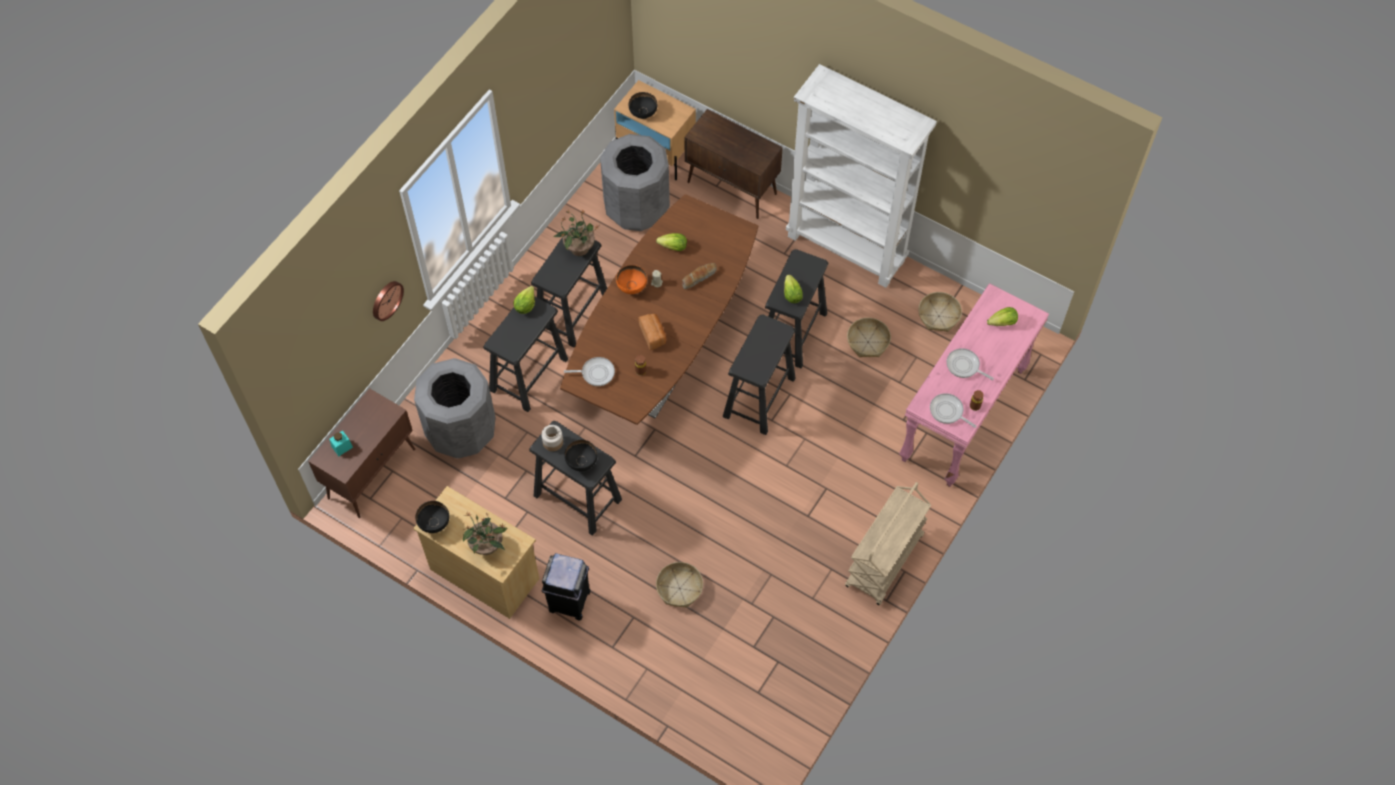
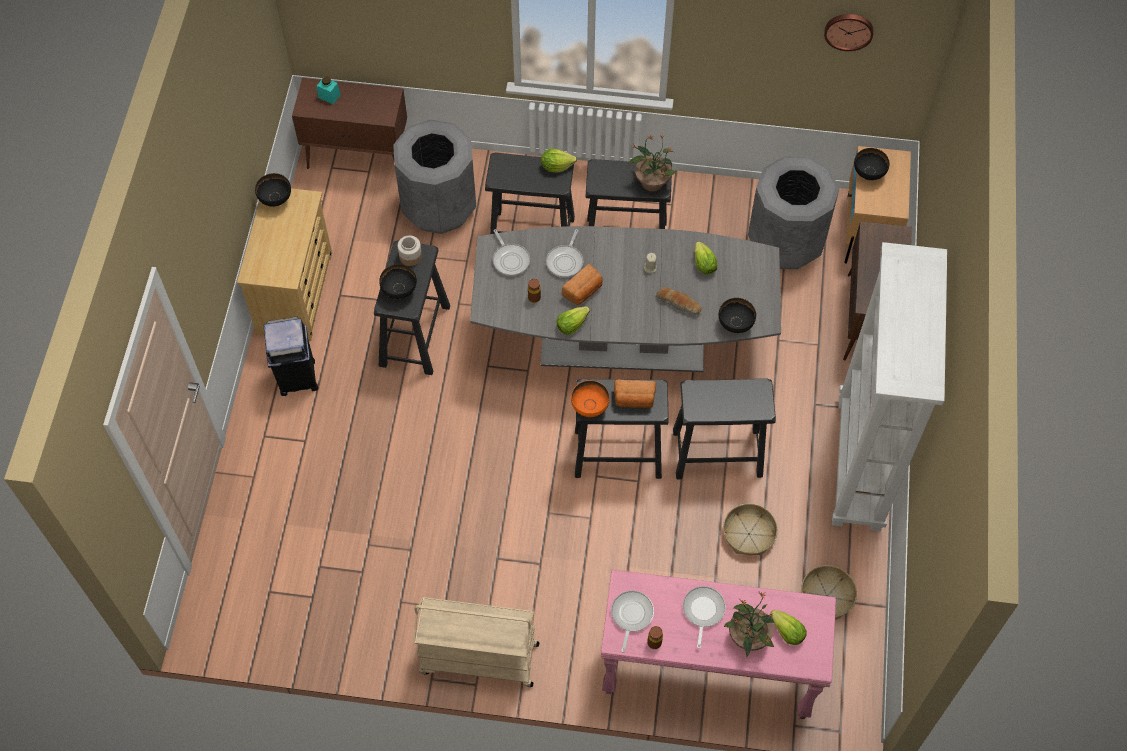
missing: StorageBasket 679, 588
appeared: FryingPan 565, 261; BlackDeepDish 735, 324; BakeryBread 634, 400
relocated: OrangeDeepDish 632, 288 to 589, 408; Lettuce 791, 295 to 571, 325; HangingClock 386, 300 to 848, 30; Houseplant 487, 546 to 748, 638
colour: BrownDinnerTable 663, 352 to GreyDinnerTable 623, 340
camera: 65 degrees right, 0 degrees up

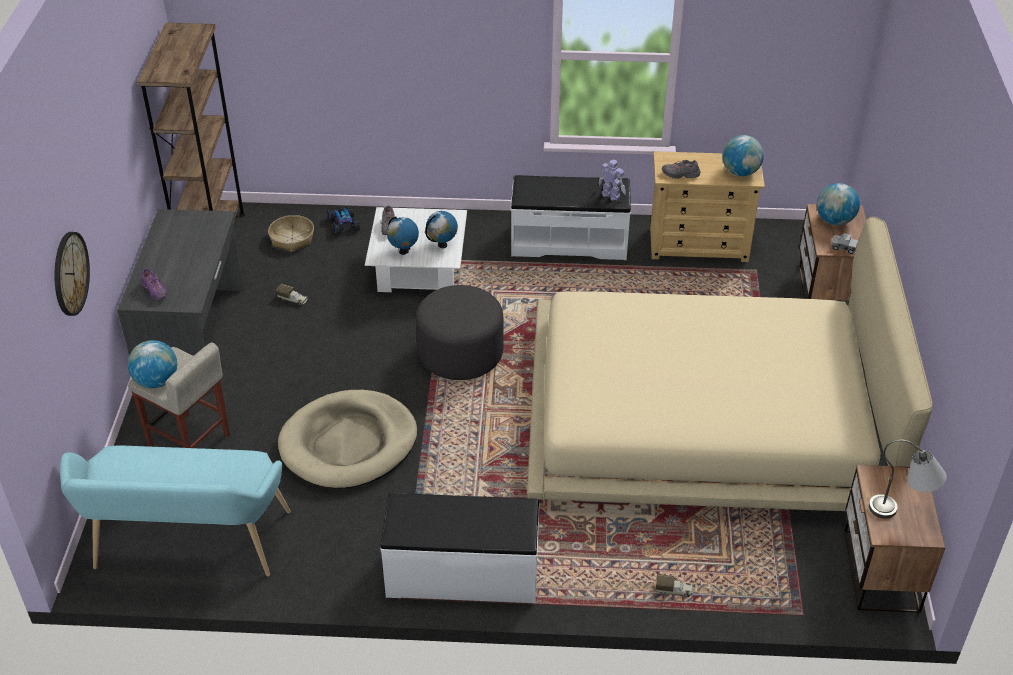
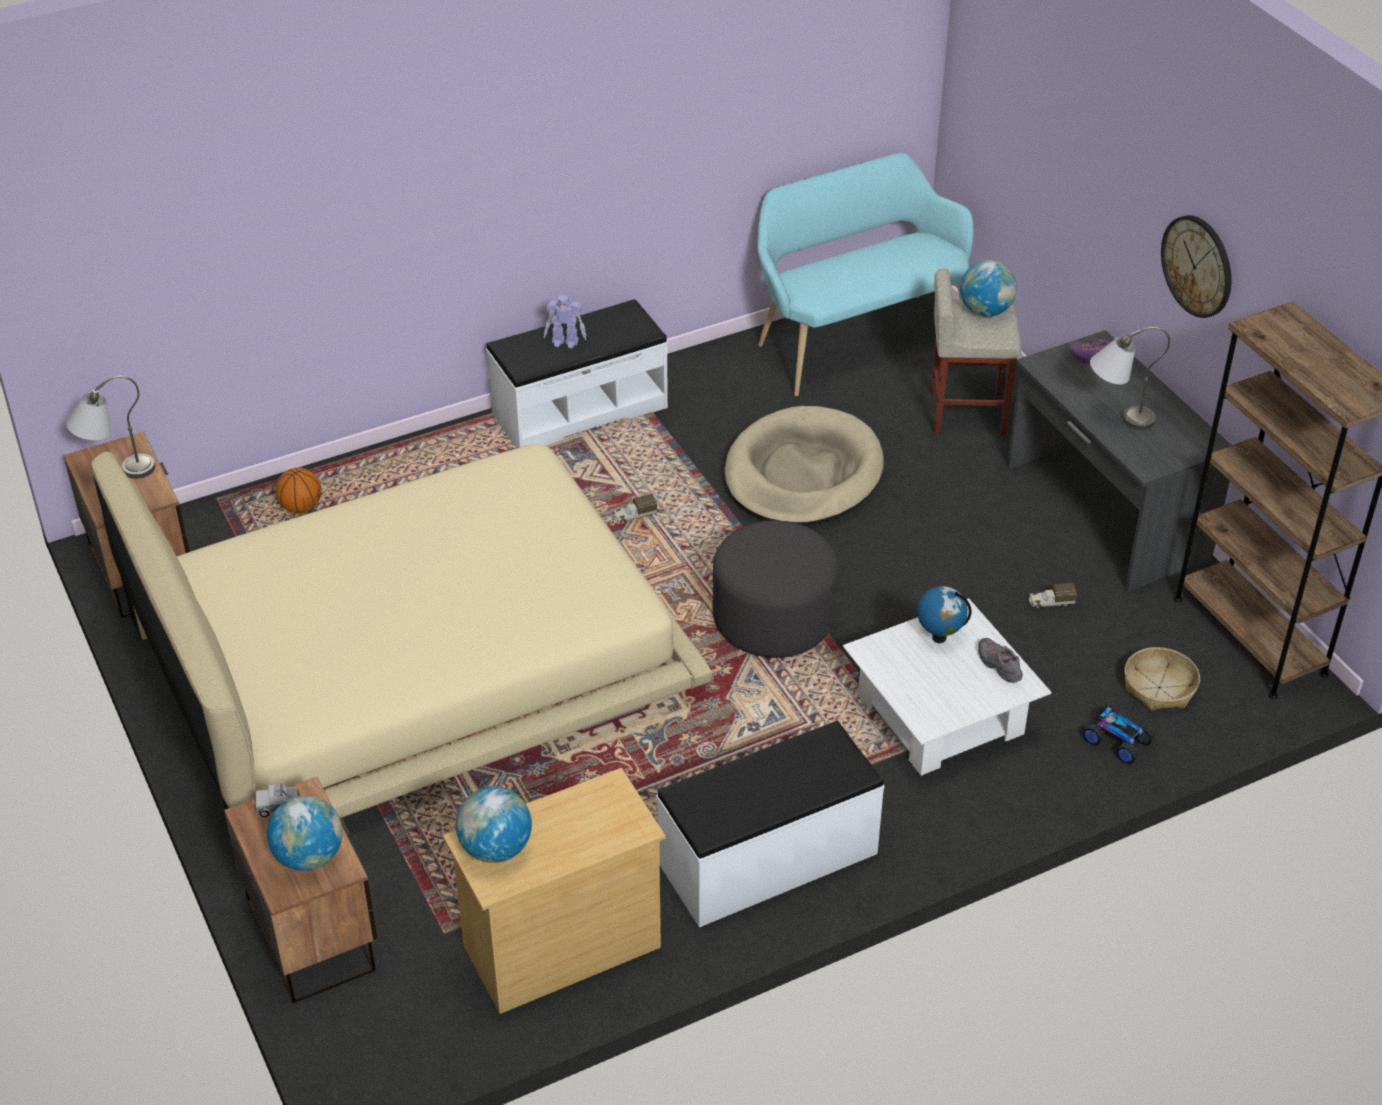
missing: GreyShoe 680, 175; WorldGlobe 442, 245
appeared: GreyTableLamp 1116, 418; Basketball 301, 507
relocated: ToyRobot 610, 195 to 565, 342; HangingClock 70, 273 to 1197, 266; ToyTruck 674, 590 to 634, 516
camera: 150 degrees right, 0 degrees up

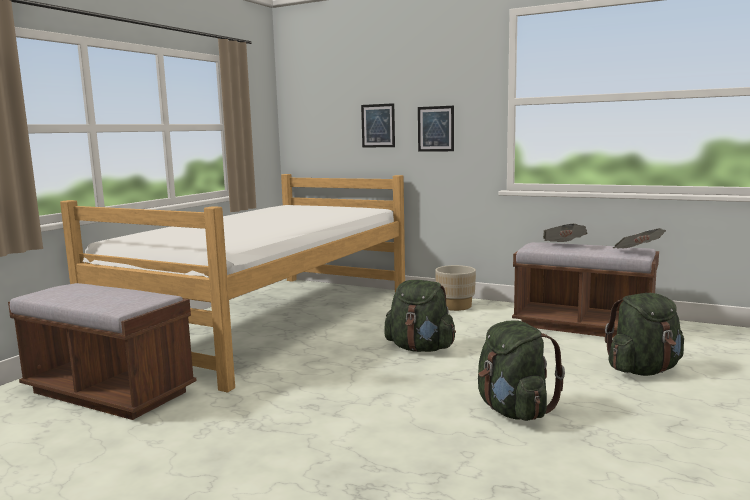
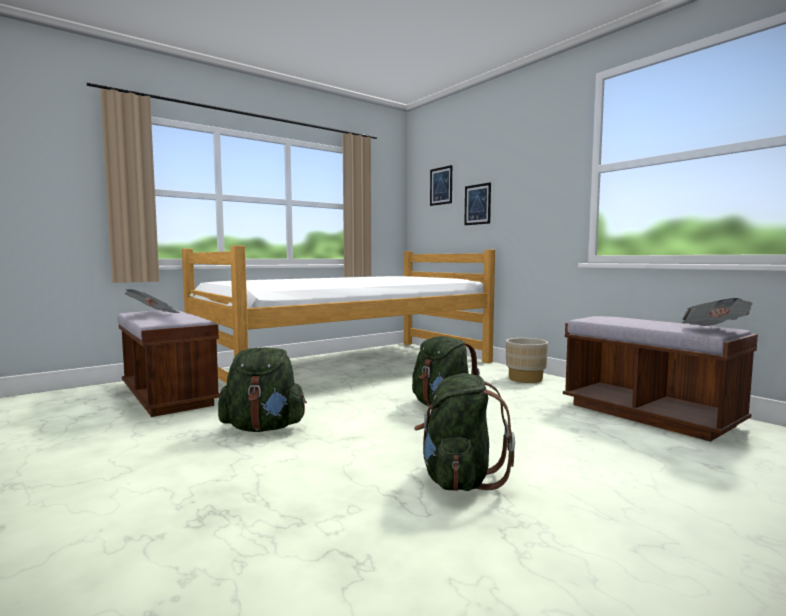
relocated: WallPicture 435, 129 to 441, 186; PrintedPaper 564, 245 to 153, 315; GreenishKnapsack 643, 370 to 264, 428
camera: 25 degrees right, 5 degrees down

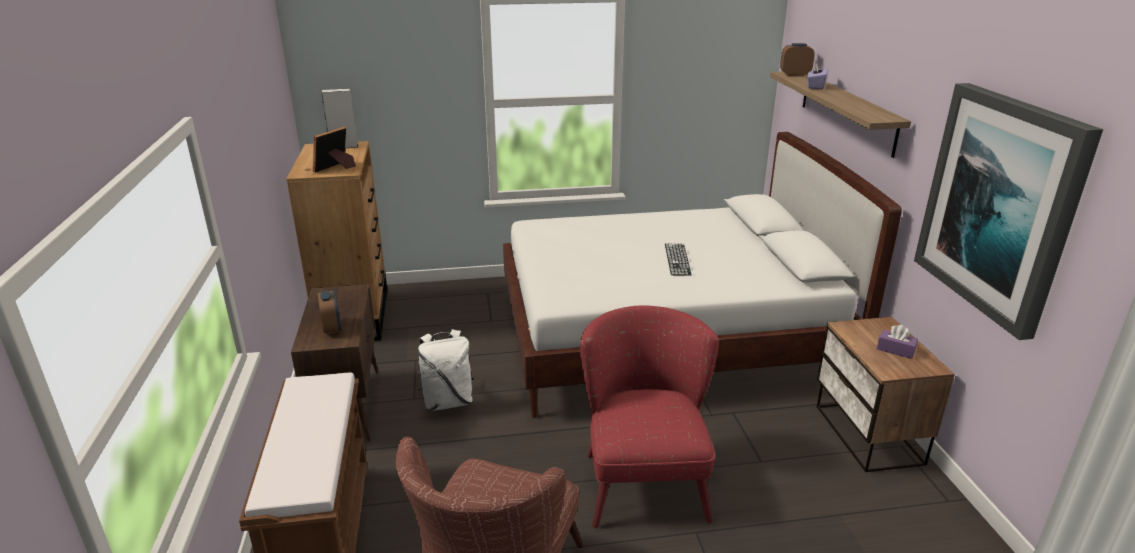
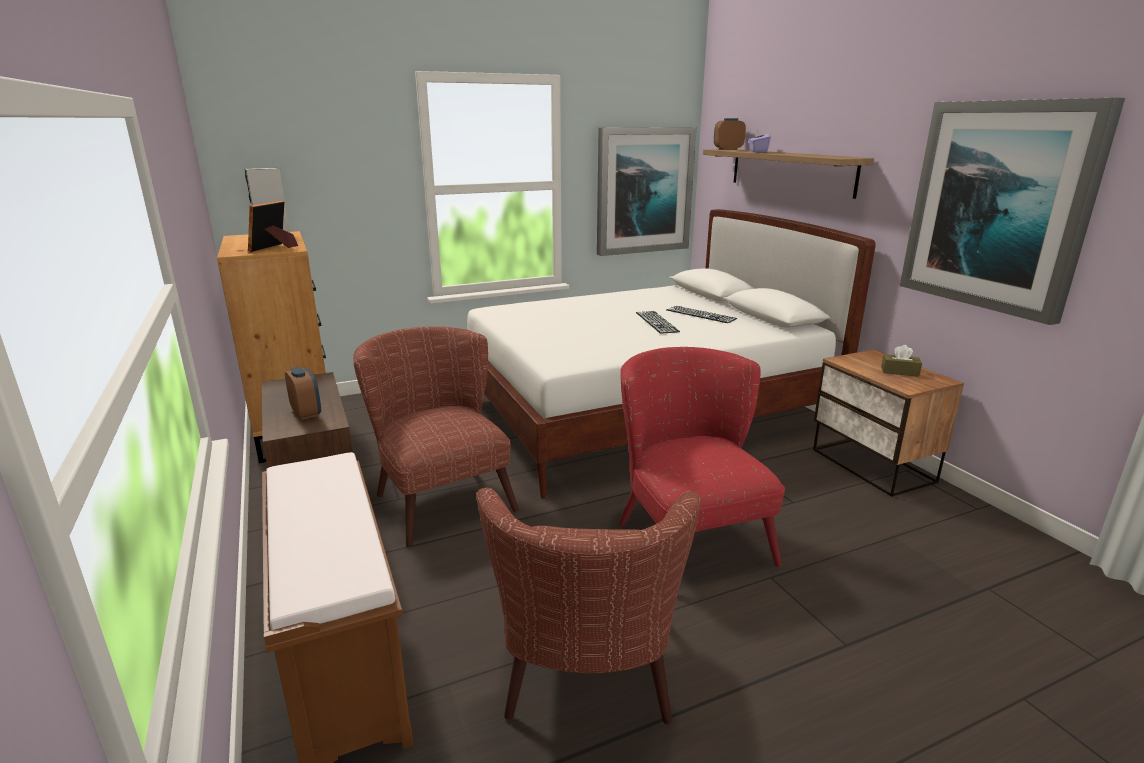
appeared: WallPicture 643, 191; Keyboard 700, 314
exchanged: WhiteKnapsack 448, 401 to BrownEasyChair 440, 496
colour: PurpleTissueHolder 895, 350 to BrownTissueHolder 899, 371
camera: 15 degrees left, 5 degrees down

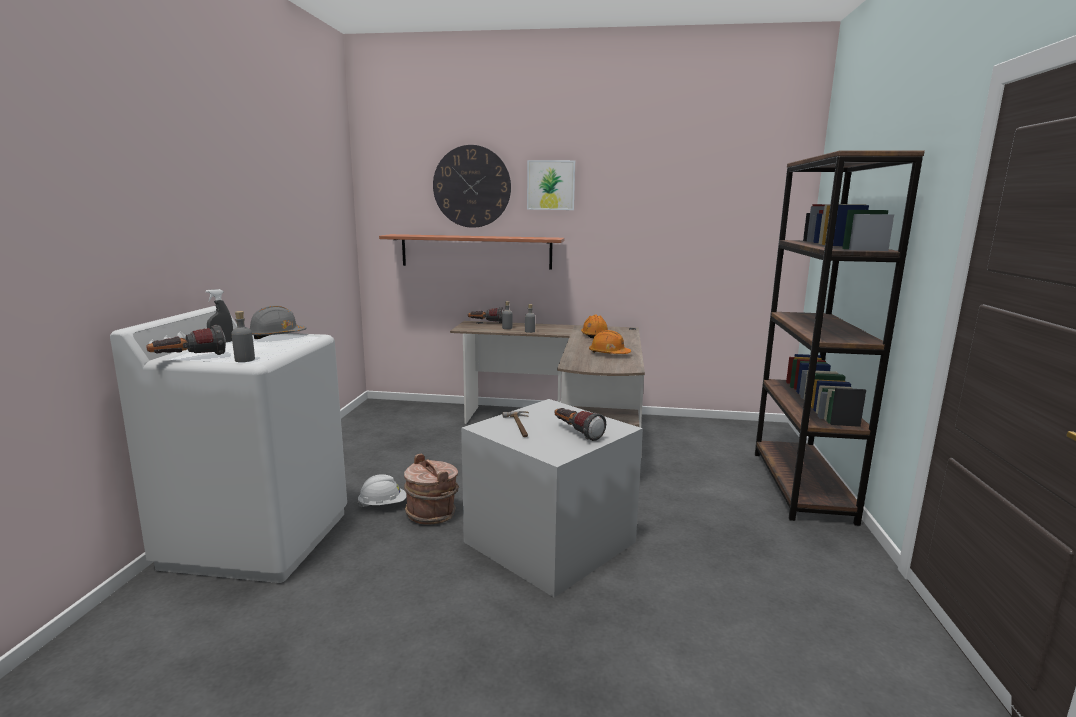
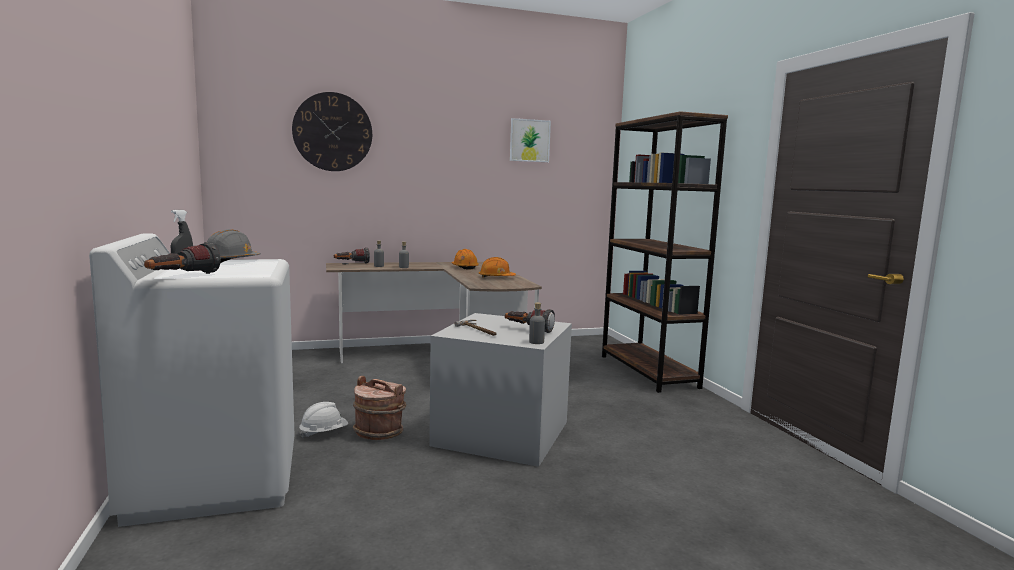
missing: Shelf 476, 251
relocated: WallPicture 551, 185 to 529, 140; GreyBottle 245, 360 to 536, 342
camera: 25 degrees left, 5 degrees down

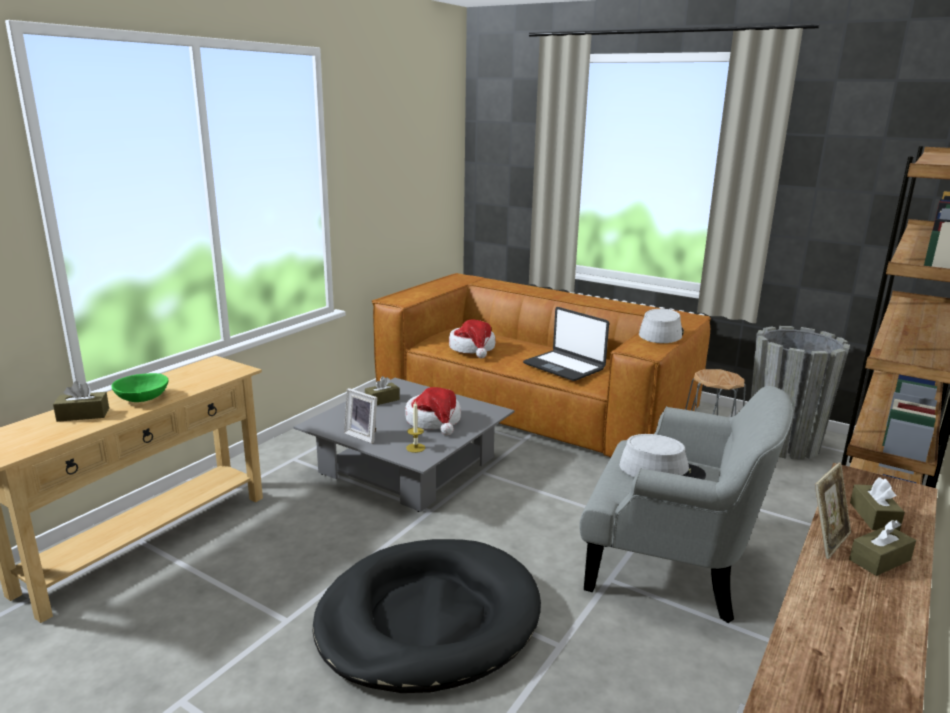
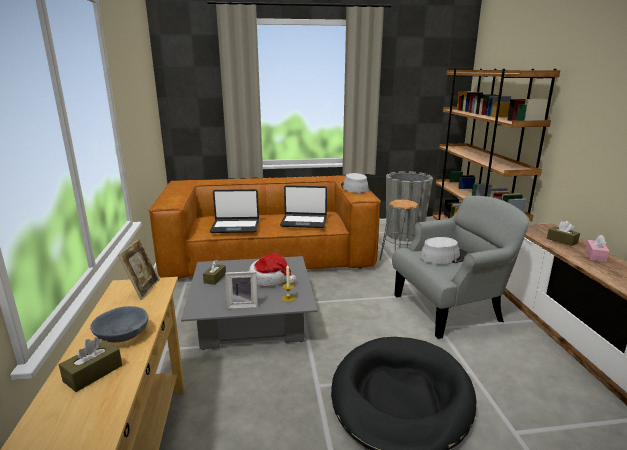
relocated: StandingFrame 826, 540 to 143, 289
exchanged: ClothingHat 472, 348 to NotebookComputer 235, 227
colour: GreenishDeepDish 142, 397 to GreyDeepDish 122, 334; BrownTissueHolder 879, 560 to PinkishTissueHolder 595, 256
camera: 40 degrees left, 0 degrees up

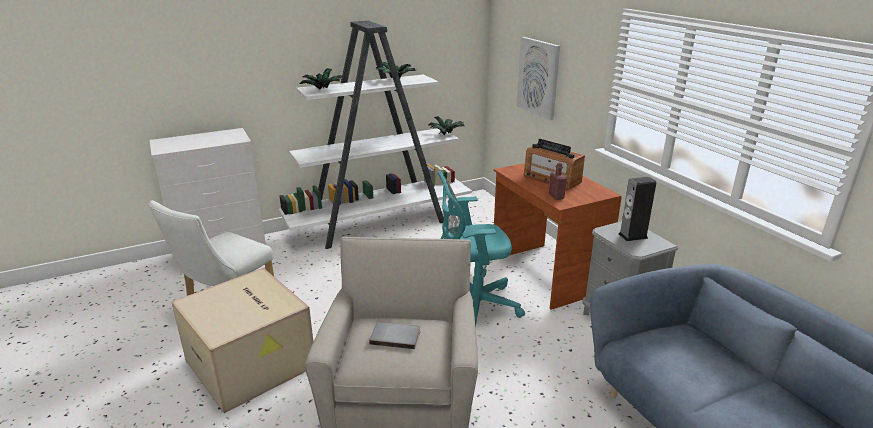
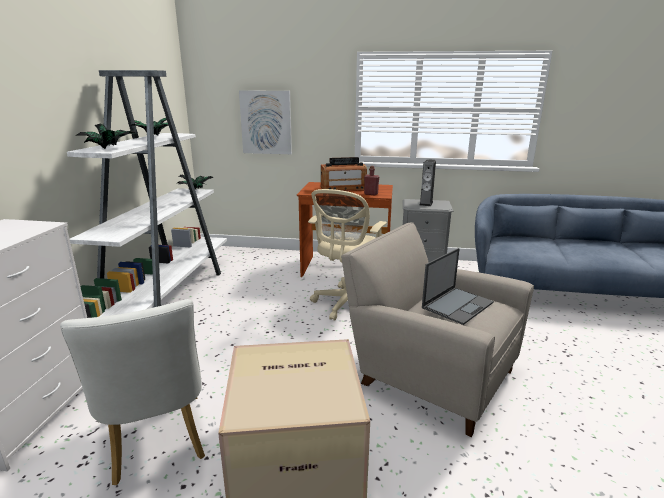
exchanged: GreyBoundBook 396, 336 to NotebookComputer 457, 305
colour: TurquoiseOfficeChair 473, 304 to BeigeColouredOfficeChair 347, 304
camera: 55 degrees left, 5 degrees down

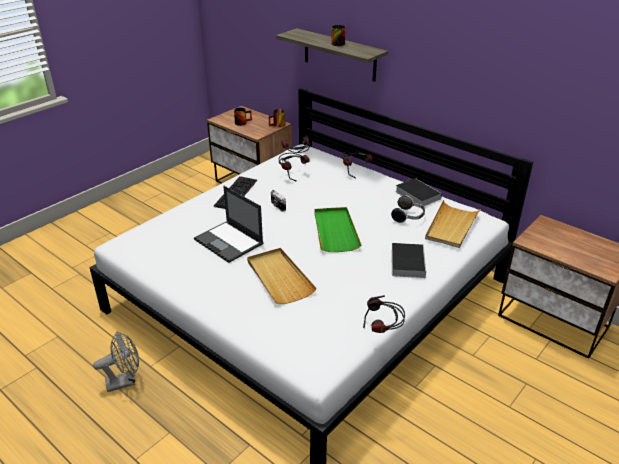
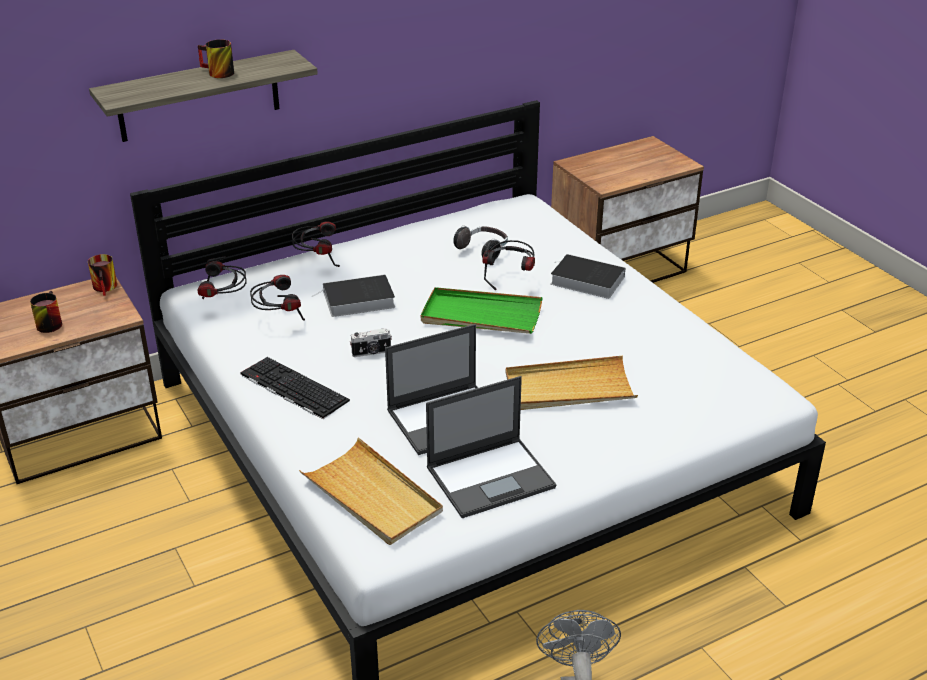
appeared: NotebookComputer 491, 477
relocated: BoundBook 416, 194 to 356, 300; BeigeColouredTray 451, 226 to 372, 496; Headphones 383, 332 to 510, 280
camera: 70 degrees left, 0 degrees up

